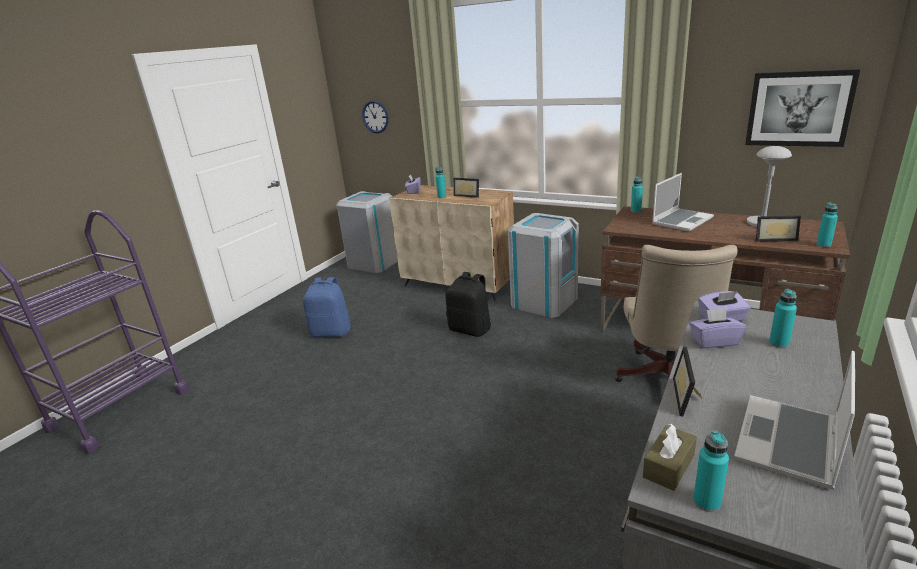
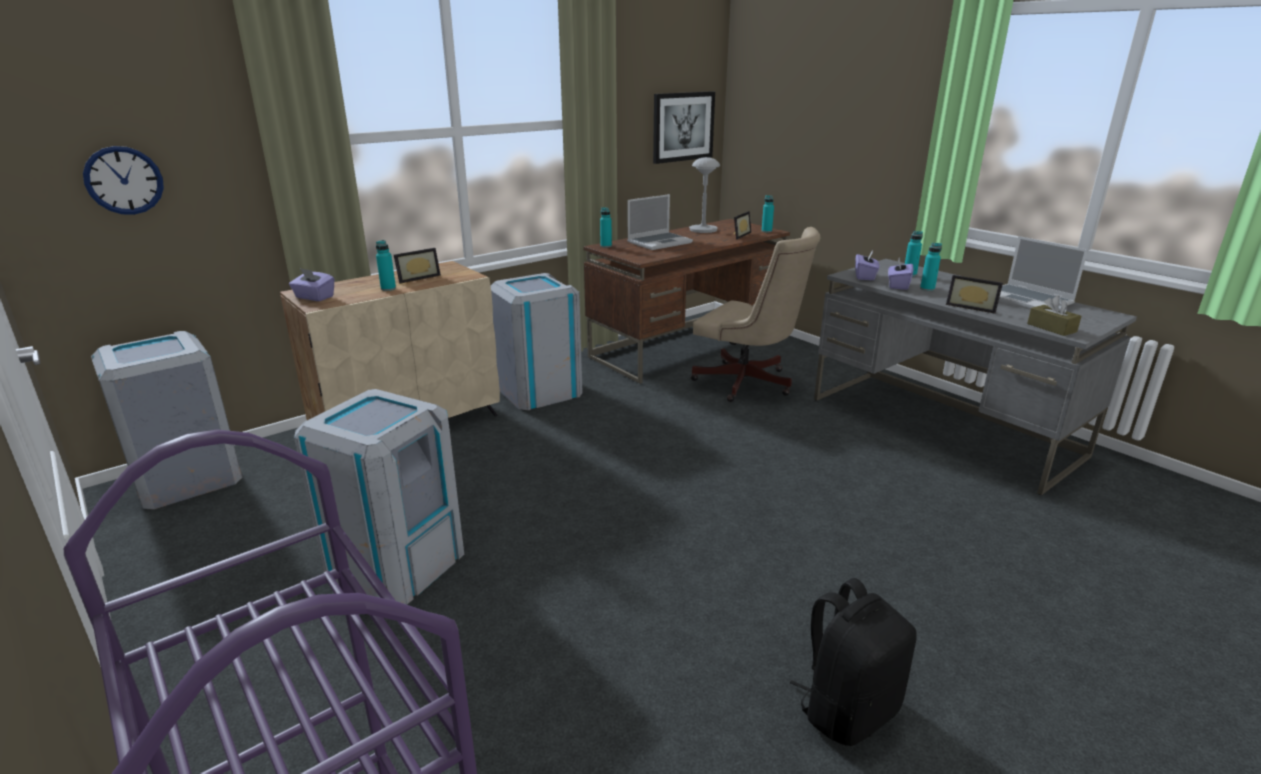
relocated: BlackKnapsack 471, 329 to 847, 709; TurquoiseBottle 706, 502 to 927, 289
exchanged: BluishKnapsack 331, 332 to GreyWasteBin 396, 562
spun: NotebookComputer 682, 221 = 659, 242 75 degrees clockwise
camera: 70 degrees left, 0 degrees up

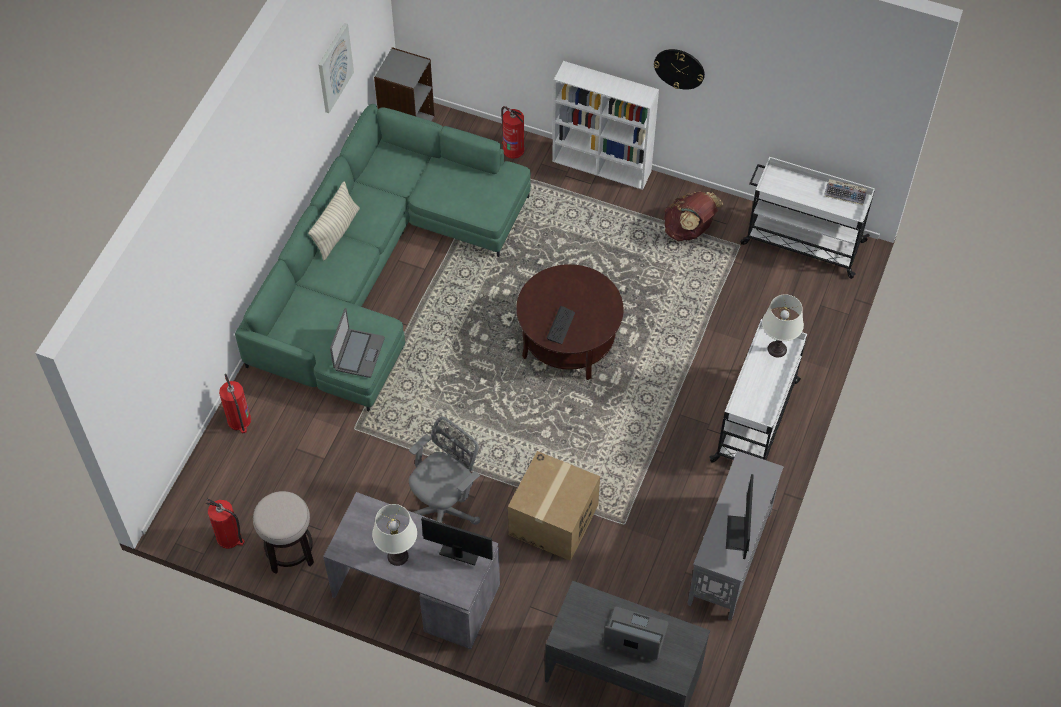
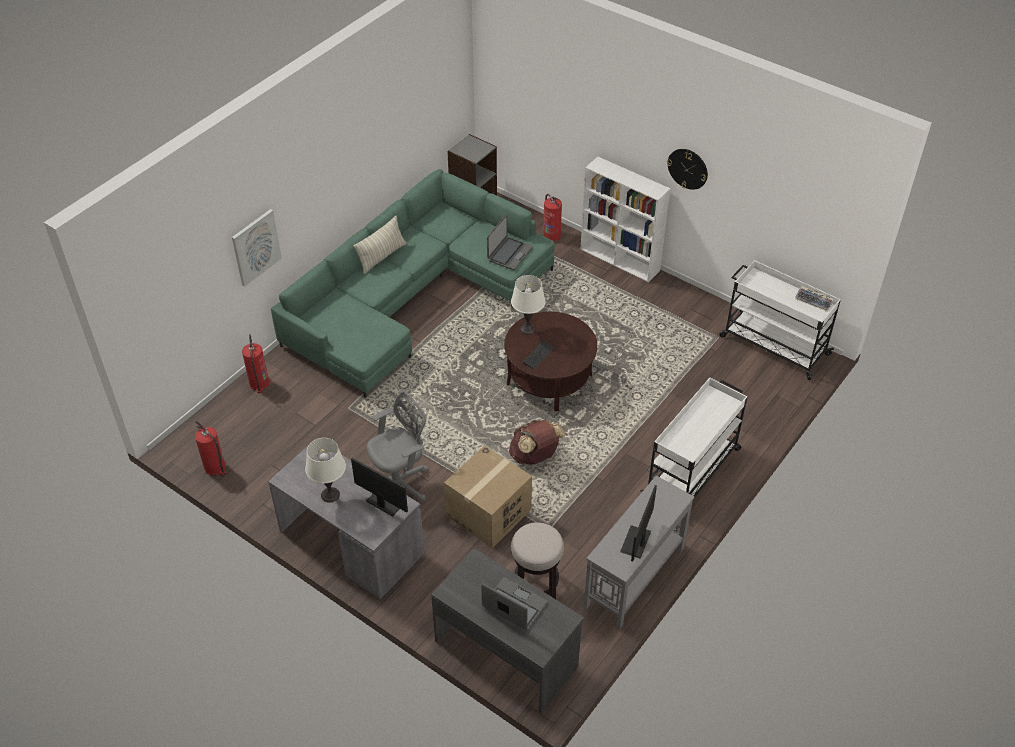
relocated: WallPicture 334, 67 to 256, 247; BrownKnapsack 689, 230 to 535, 456; WhiteTableLamp 777, 349 to 527, 329; NotebookComputer 358, 354 to 509, 254; SittingStool 290, 551 to 536, 585
camera: 15 degrees right, 10 degrees down

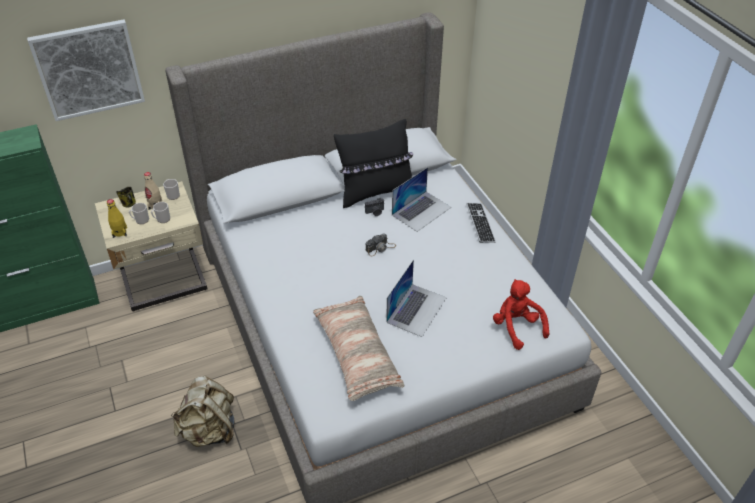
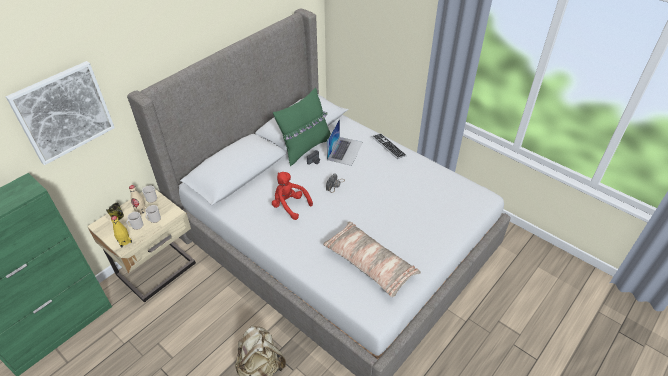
missing: NotebookComputer 416, 309
relocated: ReddishSoftToy 517, 327 to 289, 205
colour: BlackPillow 375, 192 to GreenishPillow 305, 148
camera: 25 degrees left, 0 degrees up

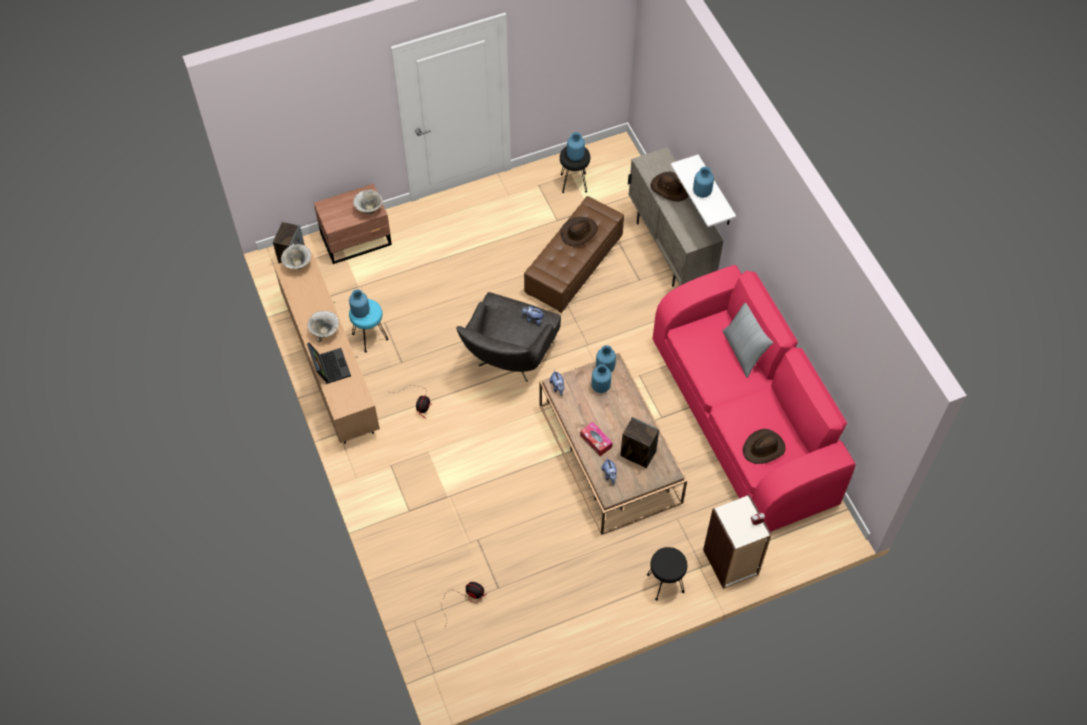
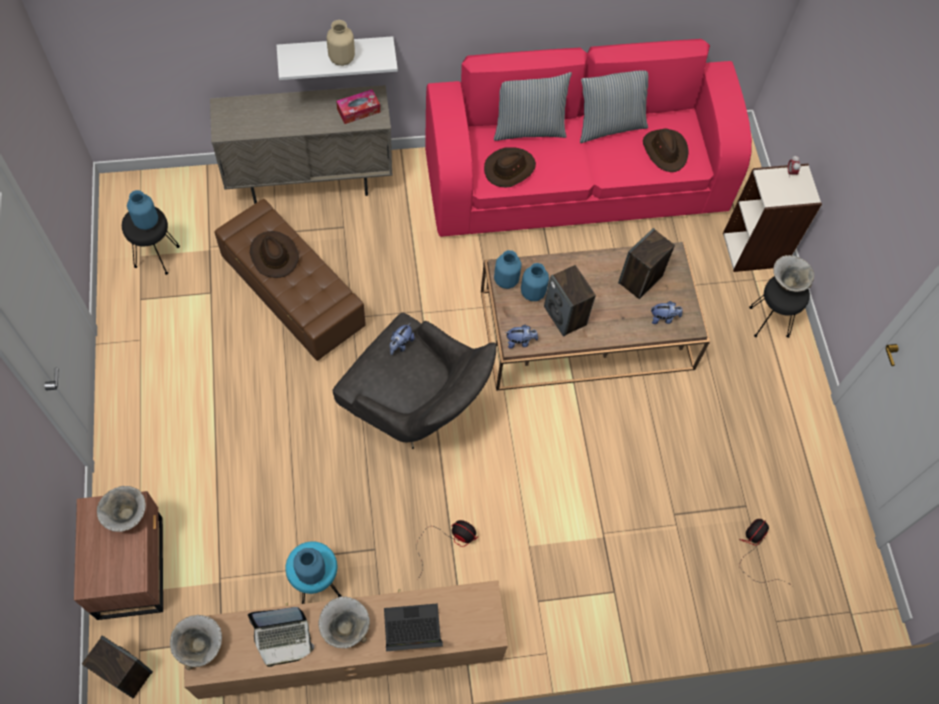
appeared: Pillow 609, 125; DeepDish 787, 283; Loudspeaker 565, 316; NotebookComputer 283, 638
relocated: BrownClothingHat 669, 188 to 509, 169; TissueHolder 596, 441 to 358, 110
colour: BluishFlowerVase 702, 192 to BeigeColouredFlowerVase 342, 59
camera: 80 degrees left, 5 degrees up

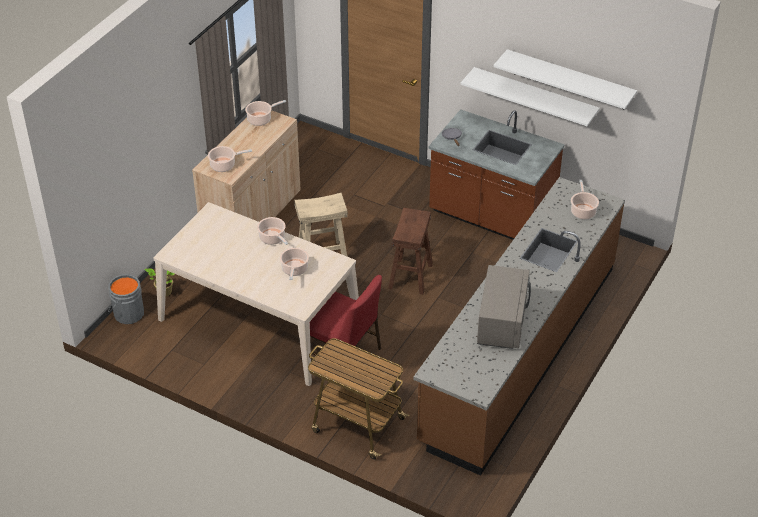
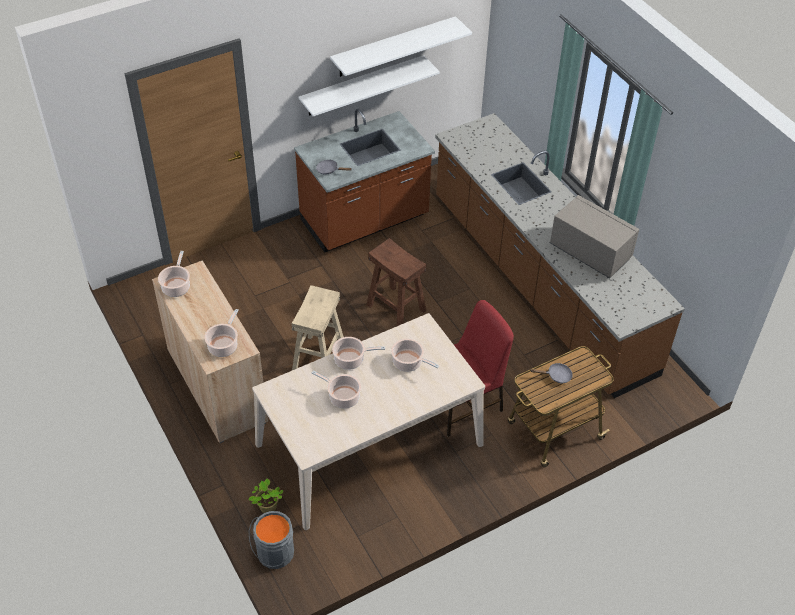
appeared: GreyFryingPan 556, 376
relocated: CookingPot 583, 211 to 342, 397
camera: 60 degrees left, 5 degrees up

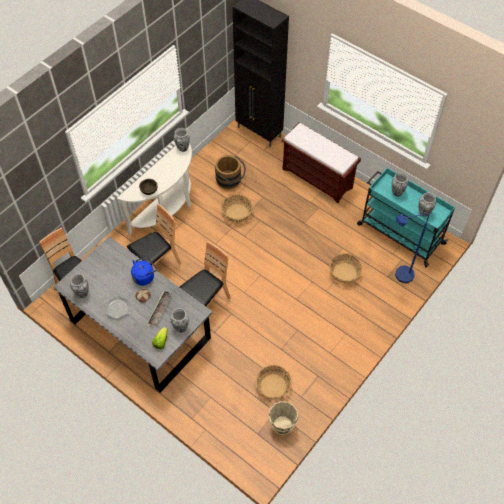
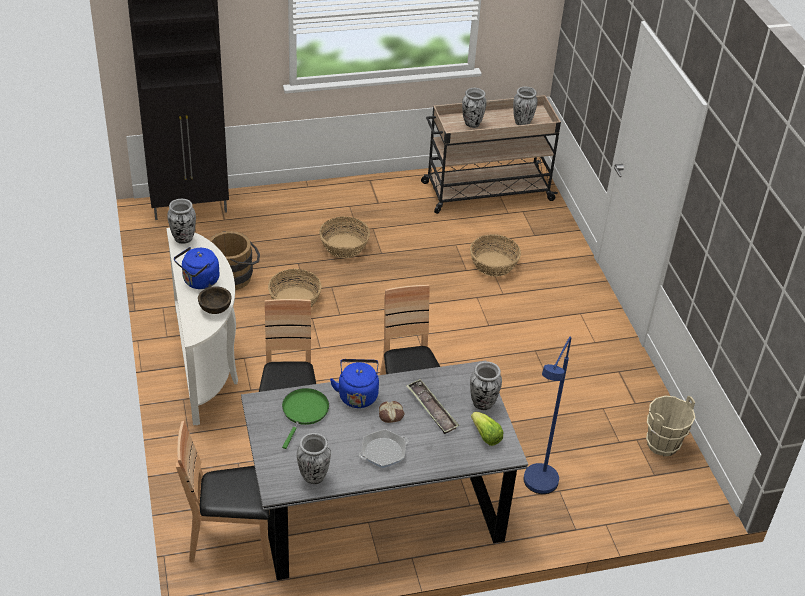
missing: BrownLongSeat 318, 178
appeared: BluishTeaKettle 199, 282; GreenishFryingPan 304, 412
relocated: BluishFloorLamp 399, 276 to 537, 487; StorageBasket 273, 386 to 344, 246
colour: TurquoiseCart 399, 233 to BeigeColouredCart 485, 191
camera: 55 degrees left, 15 degrees down

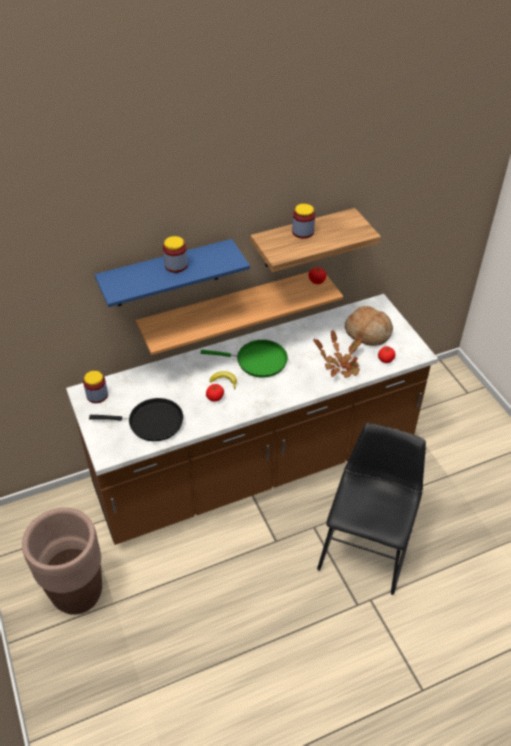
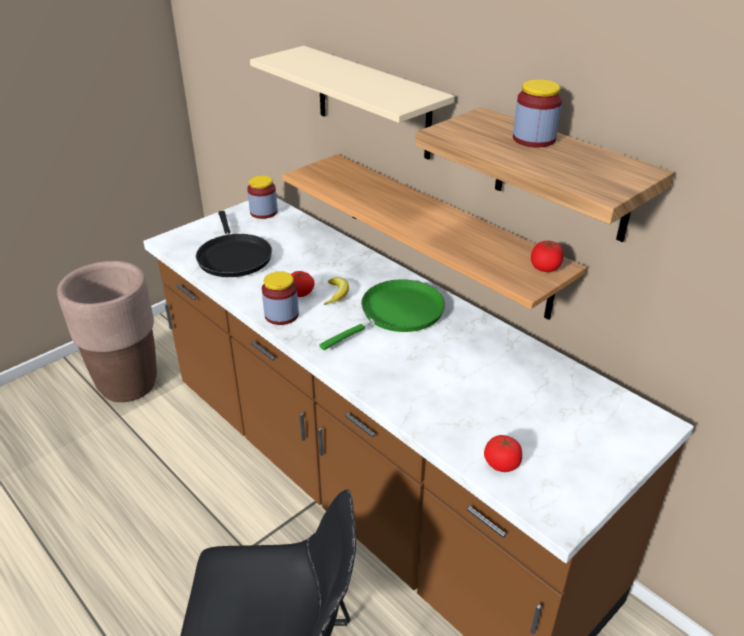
missing: BakeryBread 368, 332; Houseplant 340, 365
relocated: Jar 176, 265 to 281, 315
colour: BluishShelf 166, 274 to BeigeColouredShelf 372, 102
spun: GreenishFryingPan 257, 361 = 397, 313 120 degrees counterclockwise
camera: 70 degrees right, 10 degrees down

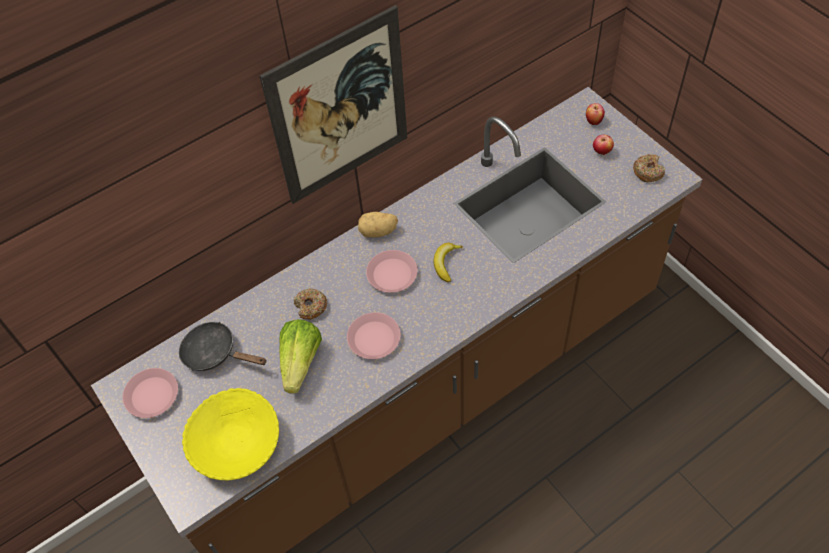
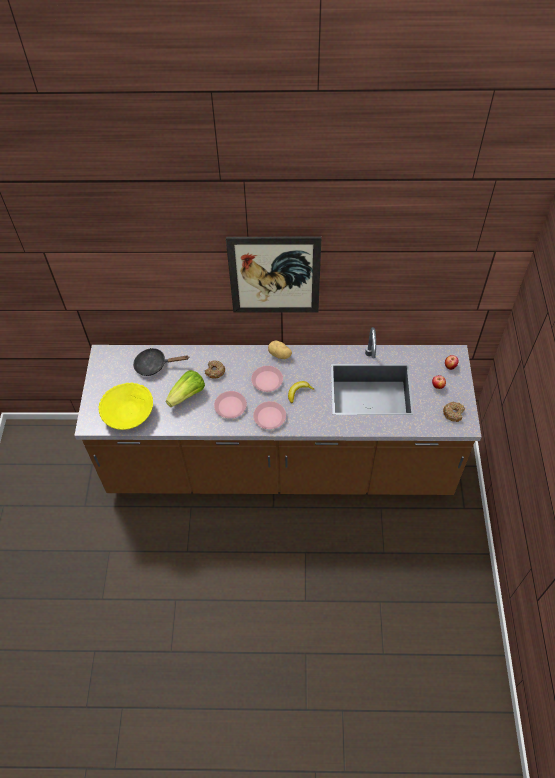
relocated: PinkishPlate 152, 396 to 269, 417
spun: BlackFryingPan 215, 353 = 154, 365 60 degrees counterclockwise
camera: 35 degrees right, 0 degrees up

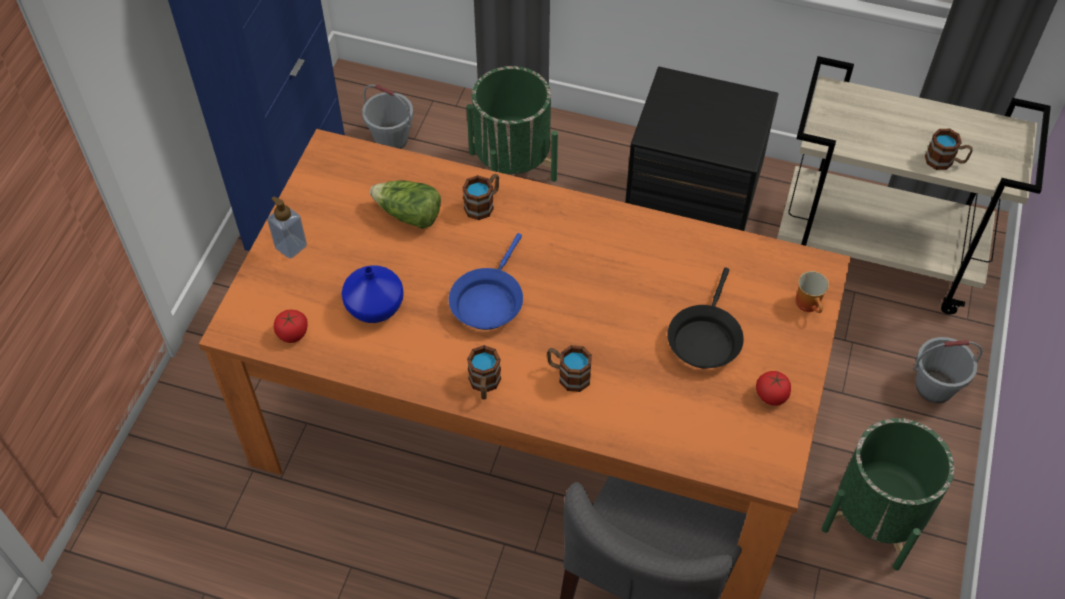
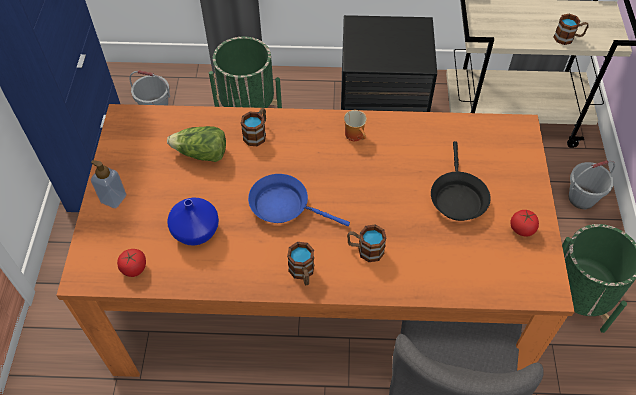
relocated: TeaMug 810, 304 to 356, 135
spun: BluishFryingPan 488, 300 = 284, 206 105 degrees clockwise
camera: 15 degrees left, 0 degrees up

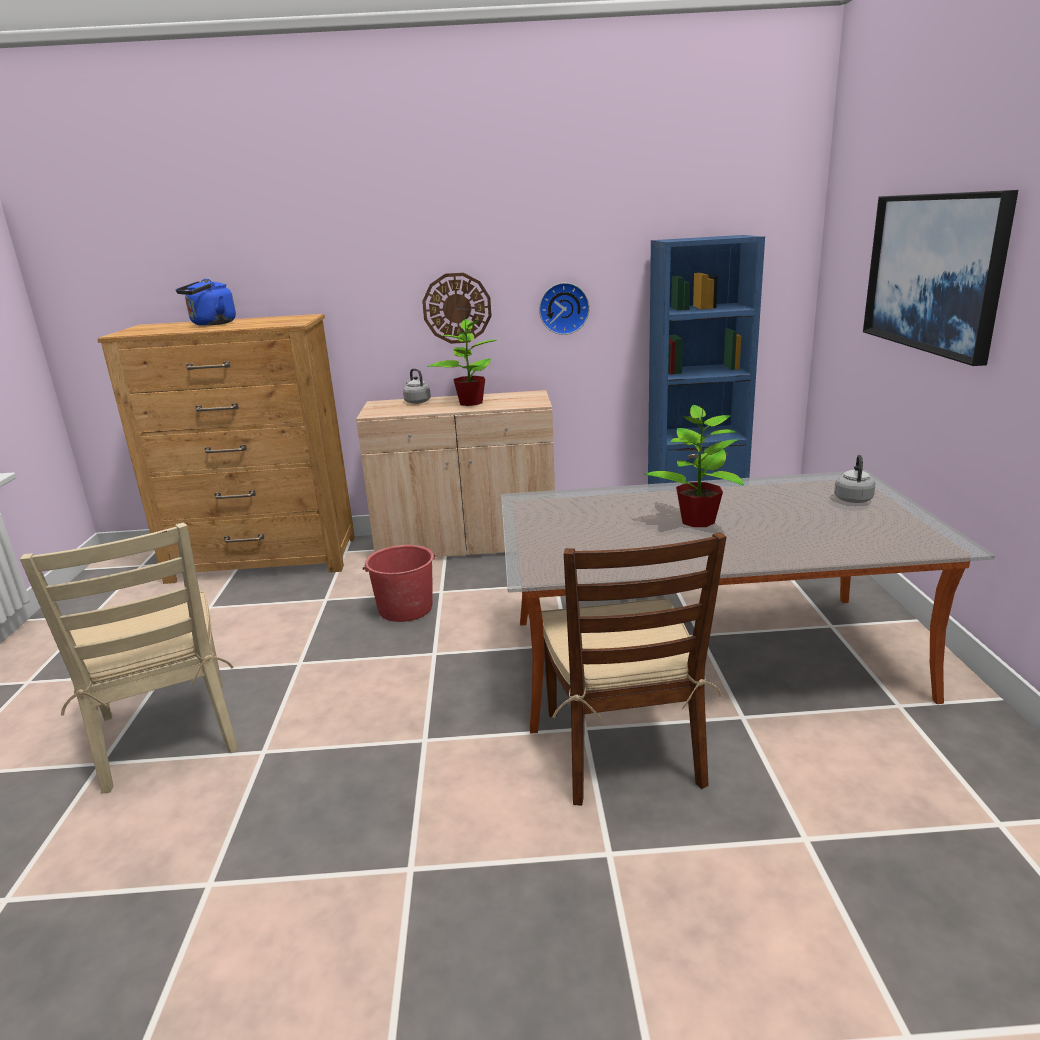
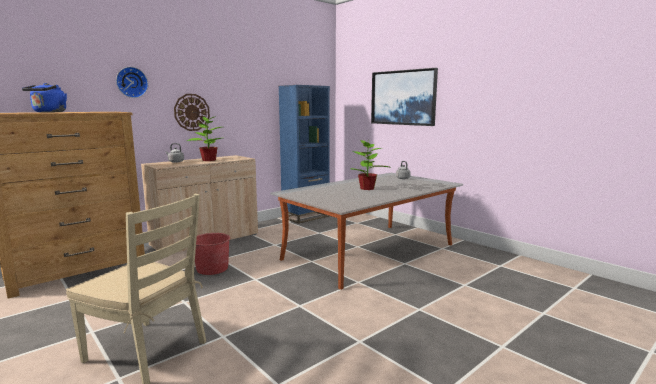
missing: BrownPlainChair 623, 748
relocated: HangingClock 563, 308 to 131, 82
camera: 40 degrees left, 10 degrees down

